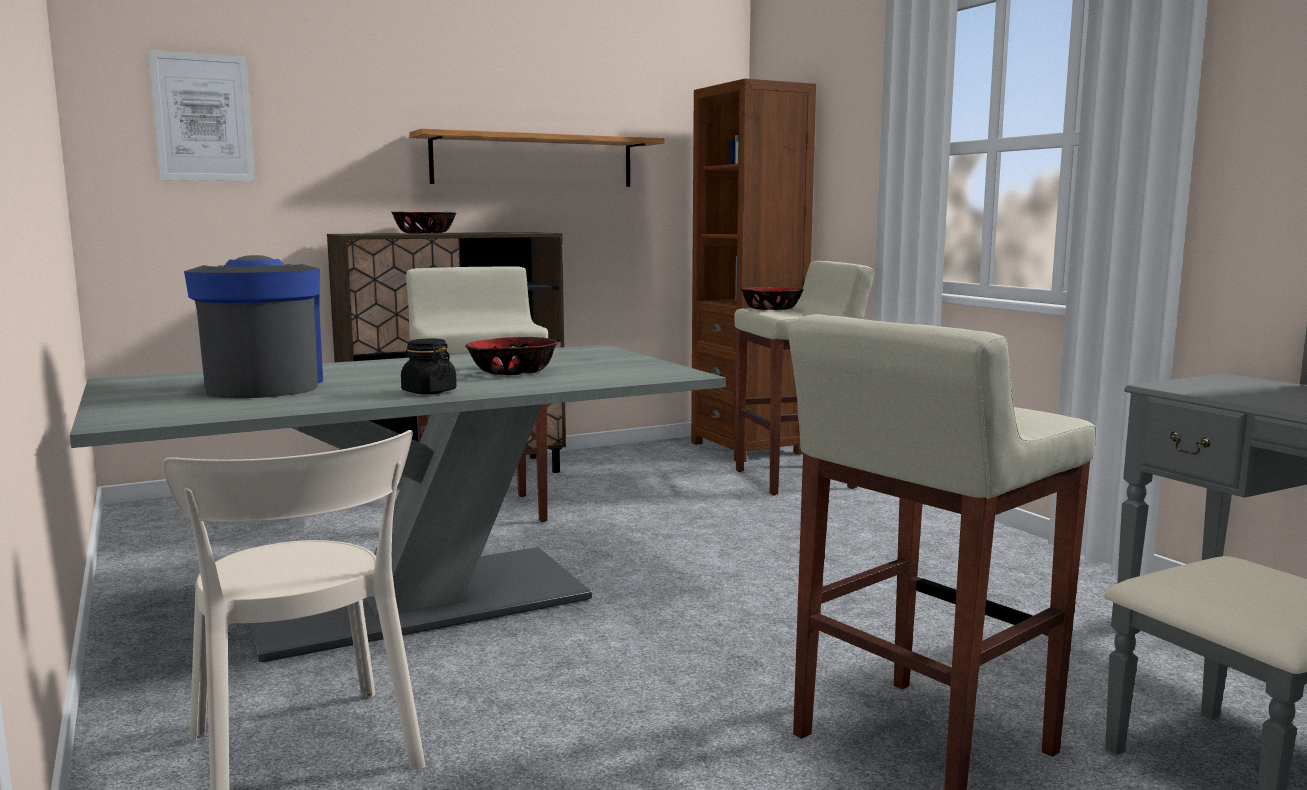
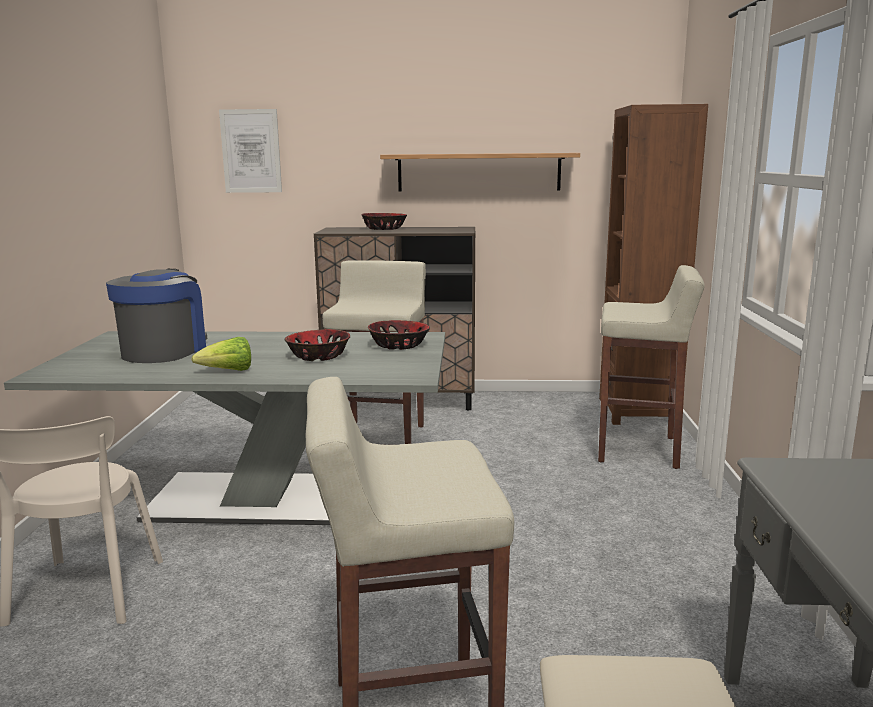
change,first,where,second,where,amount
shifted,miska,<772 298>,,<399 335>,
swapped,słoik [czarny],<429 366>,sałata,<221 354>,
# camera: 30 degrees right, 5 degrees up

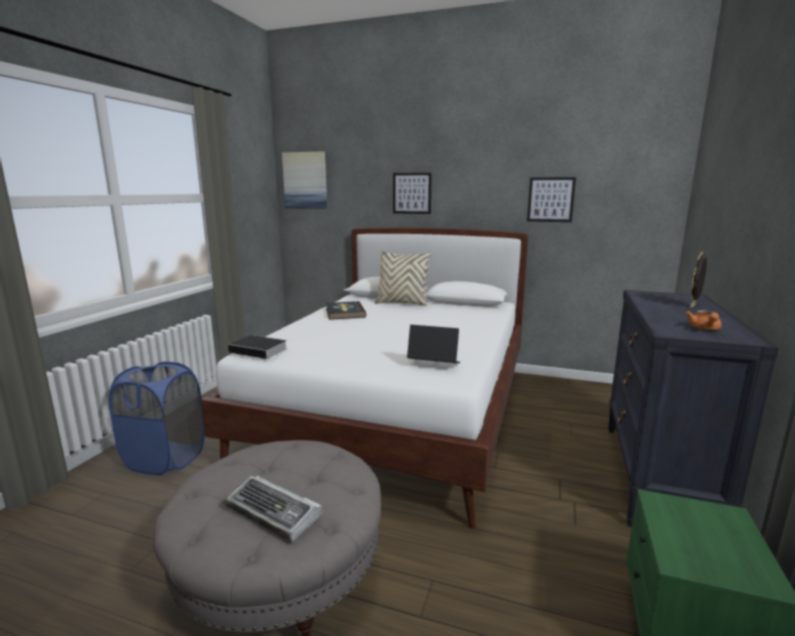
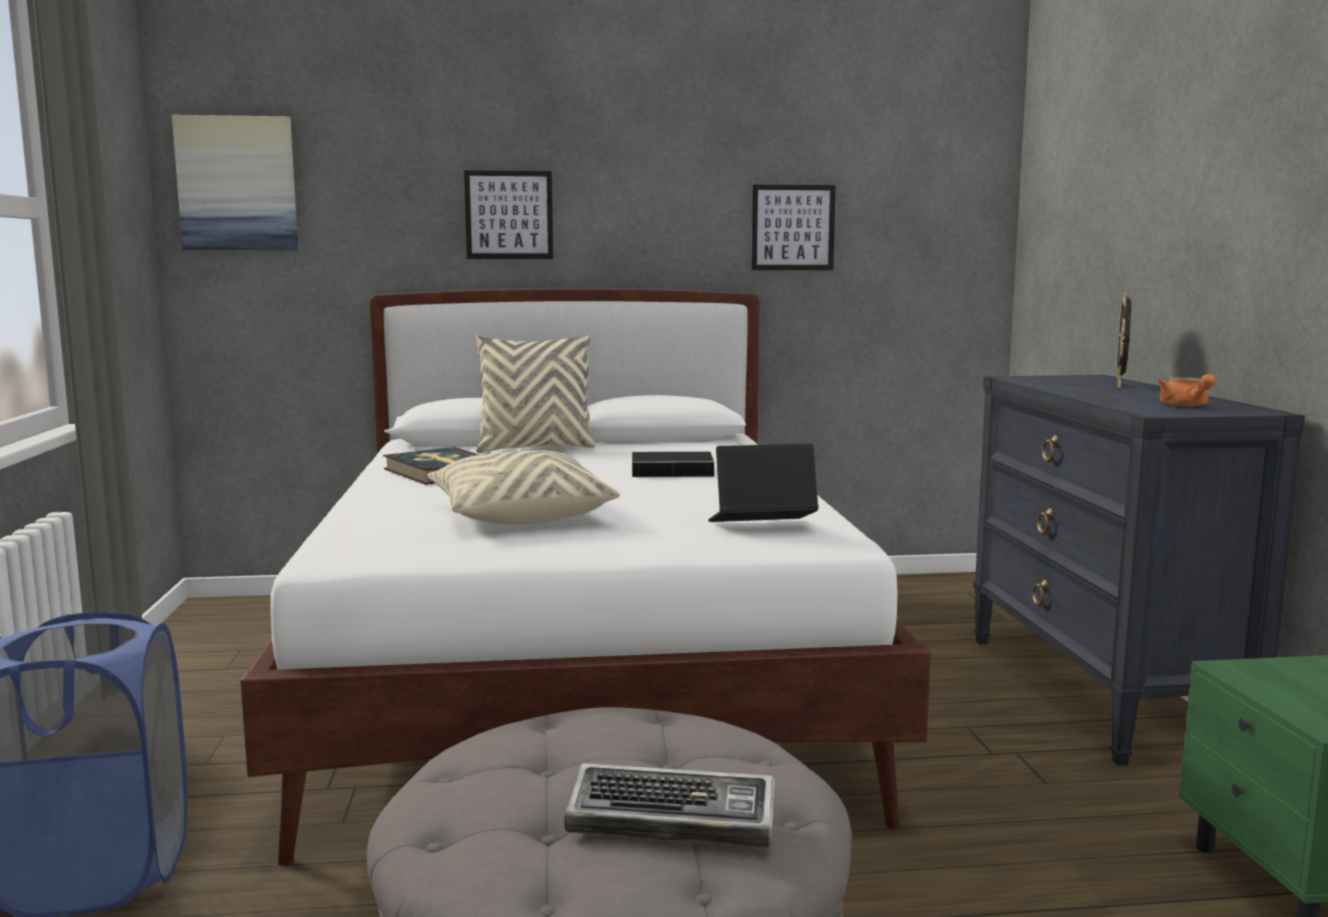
change,first,where,second,where,amount
shifted,książka,<257 347>,,<674 464>,
new,,,poduszka [beżowy],<523 487>,
# camera: 25 degrees left, 5 degrees down

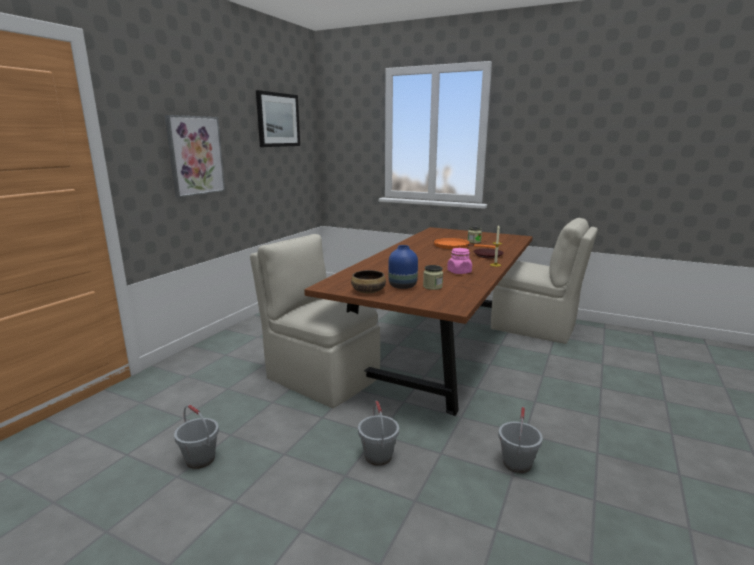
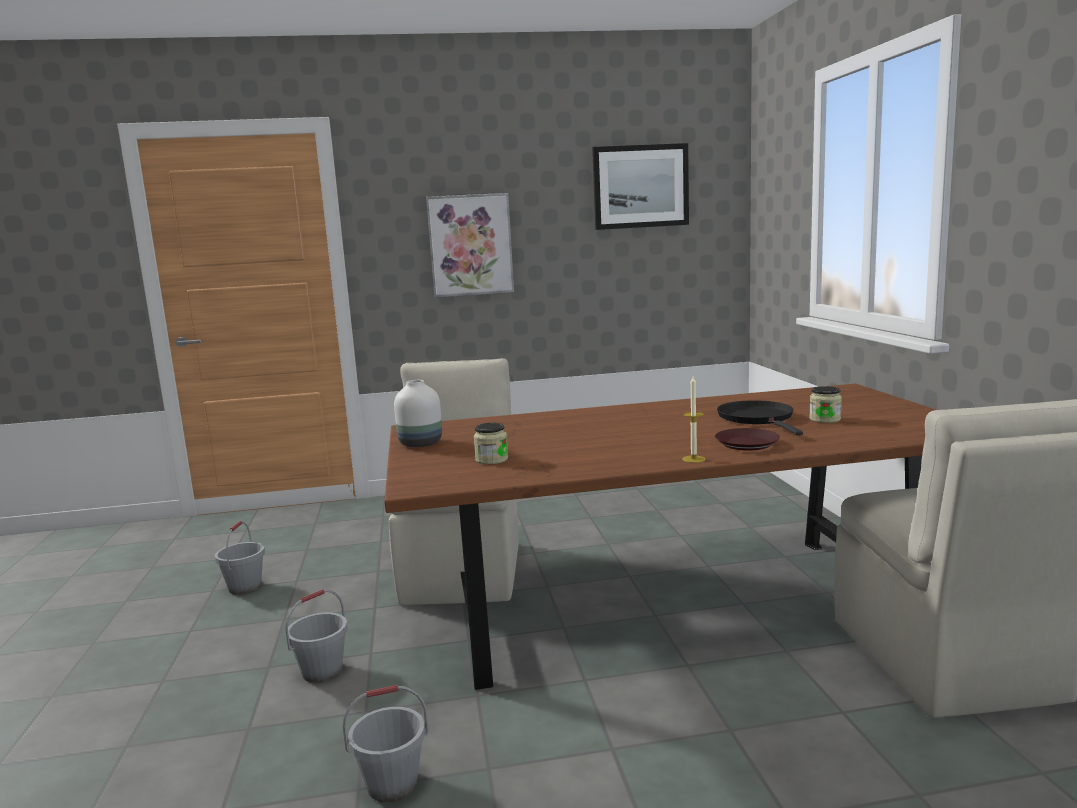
change,first,where,second,where,amount
repainted,patelnia [pomarańczowy],<464 243>,patelnia [czarny],<760 417>,
gone,wazon [niebieski],<403 267>,,,
gone,słoik [różowy],<459 261>,,,
swapped,miska,<368 281>,wazon [biały],<418 413>,
# camera: 55 degrees right, 5 degrees down

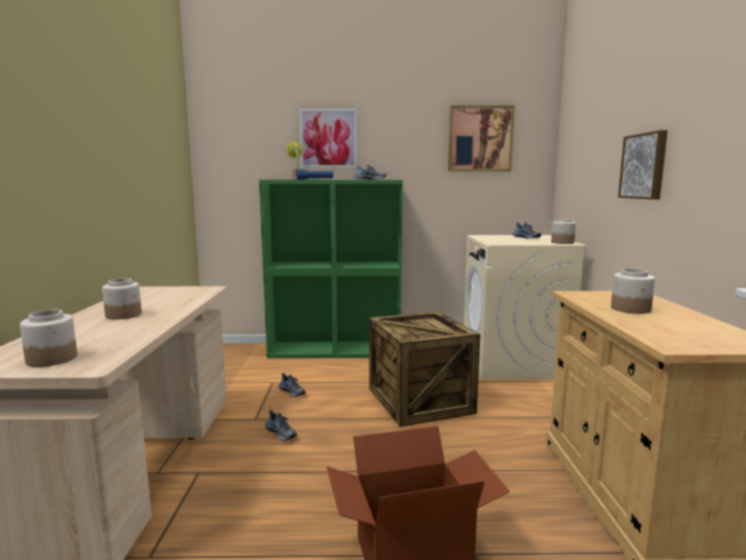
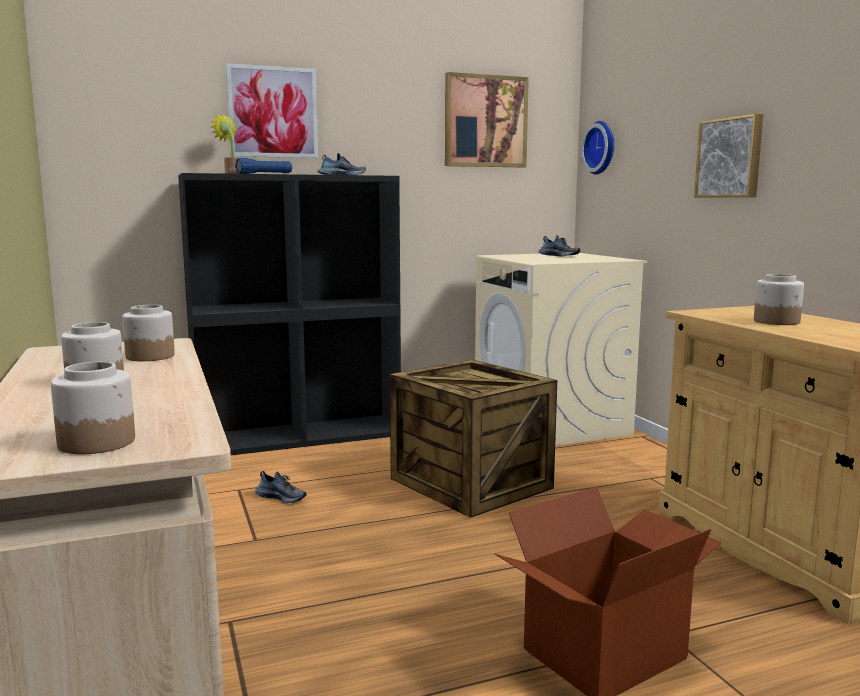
change,first,where,second,where,amount
repainted,regał [zielony],<330 269>,regał [czarny],<289 314>,
shifted,słoik,<563 231>,,<148 333>,
gone,but,<281 425>,,,
new,,,zegar ścienny,<597 148>,
# camera: 20 degrees left, 0 degrees up

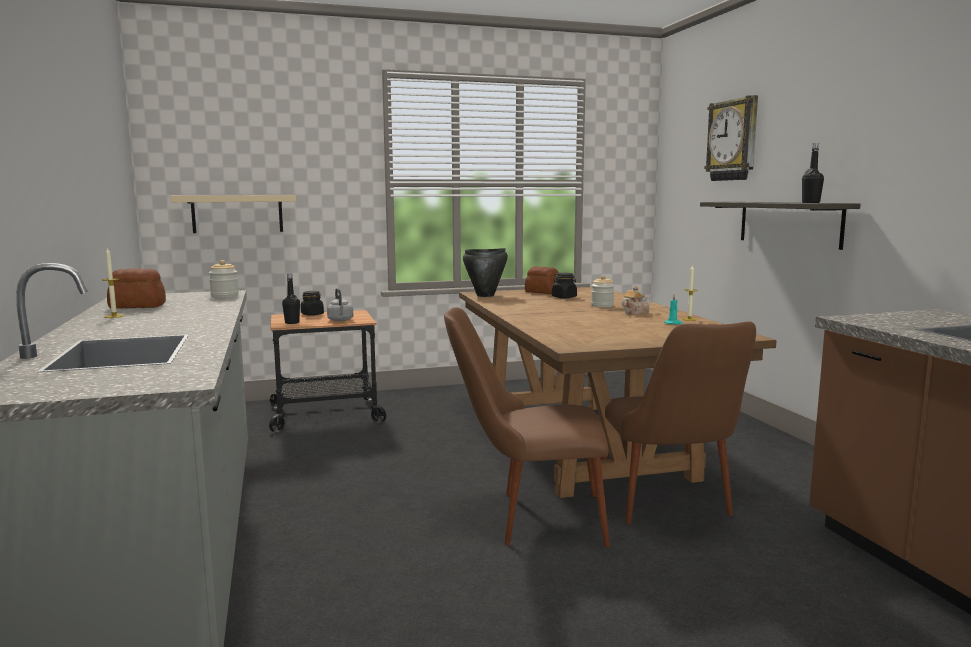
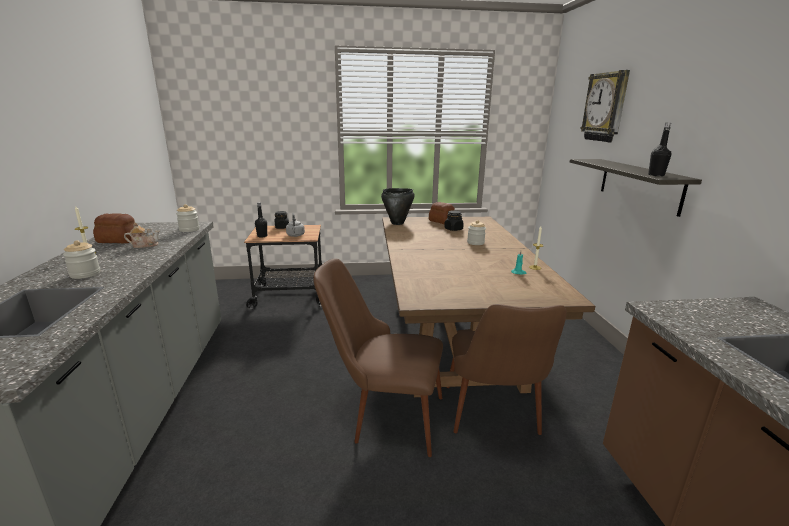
change,first,where,second,where,amount
gone,półka [beżowy],<233 214>,,,
shifted,imbryk,<636 300>,,<142 235>,
new,,,słoik,<81 259>,
# camera: 10 degrees right, 10 degrees up

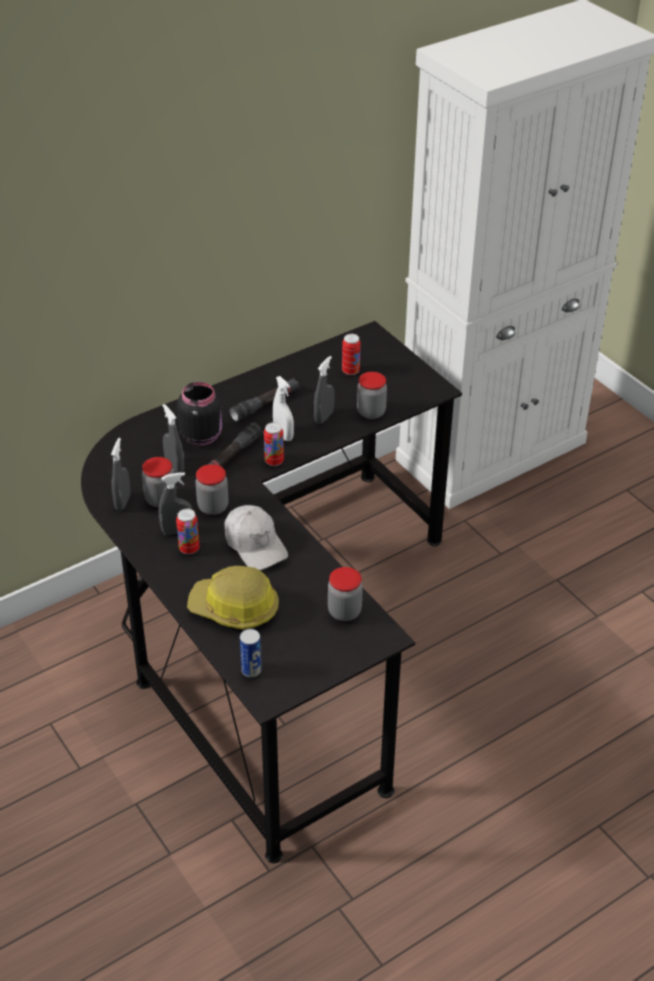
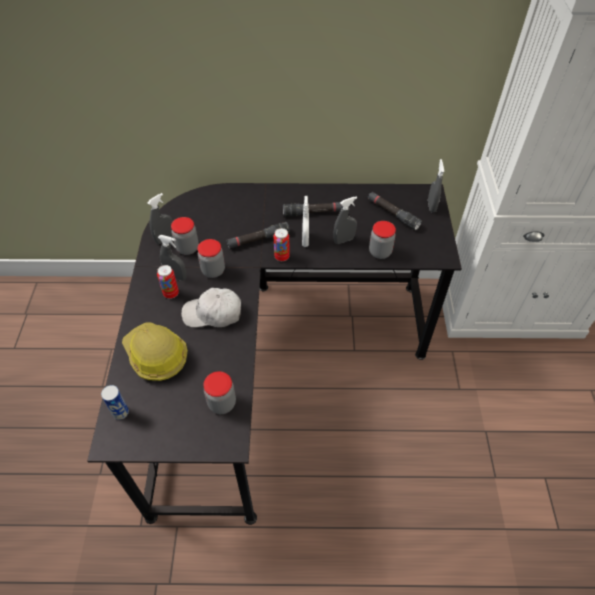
change,first,where,second,where,amount
swapped,puszka,<351 354>,latarka [czarny],<395 211>,
gone,słoik [czarny],<199 413>,,,
shifted,spryskiwacz [szary],<173 438>,,<436 186>,
rotated,czapka z daszkiem [biały],<256 537>,,<211 307>,90 degrees clockwise
# camera: 35 degrees right, 10 degrees up

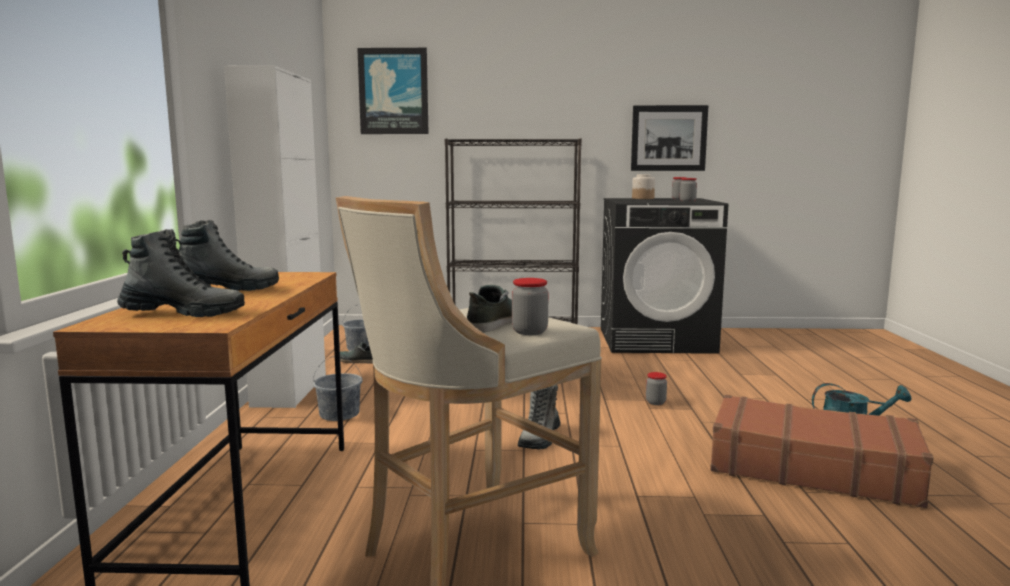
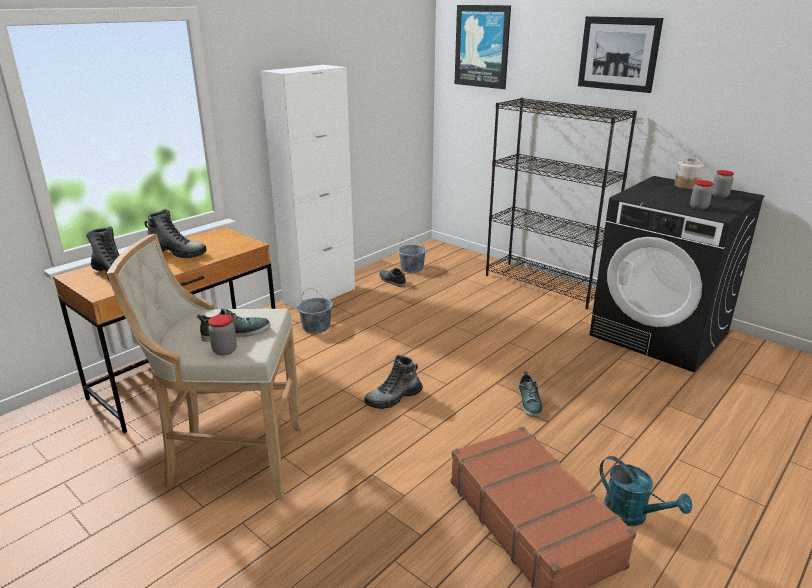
change,first,where,second,where,amount
shifted,obraz,<669 138>,,<620 54>,
swapped,słoik,<656 388>,but,<530 394>,
# camera: 40 degrees right, 15 degrees up

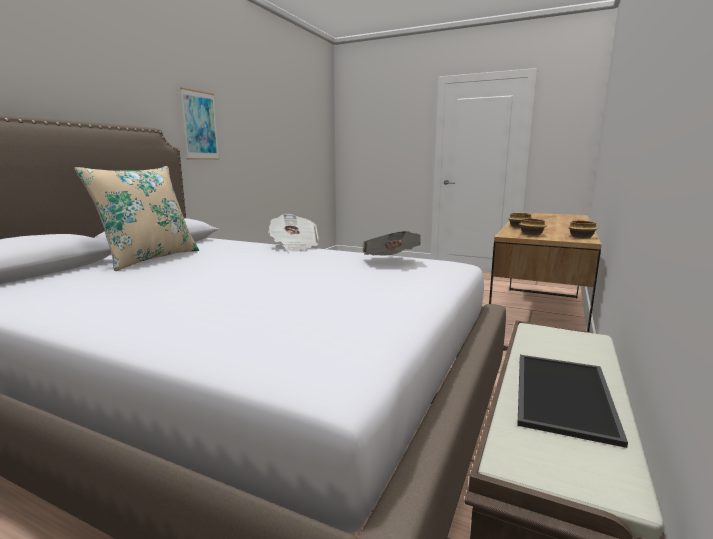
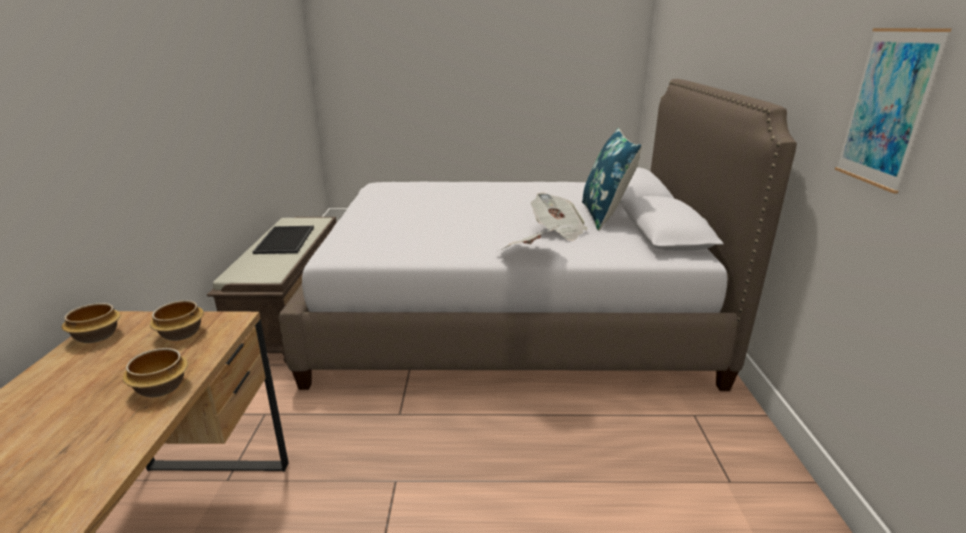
change,first,where,second,where,amount
repainted,poduszka [beżowy],<136 218>,poduszka [niebieski],<612 179>,
shifted,gazeta,<392 243>,,<559 217>,
# camera: 155 degrees right, 10 degrees up

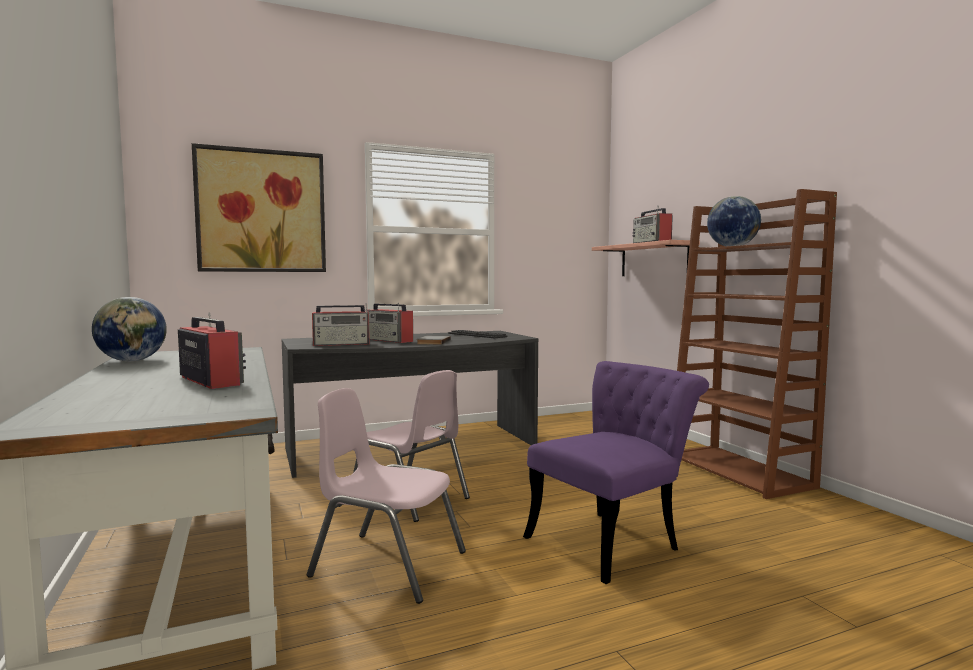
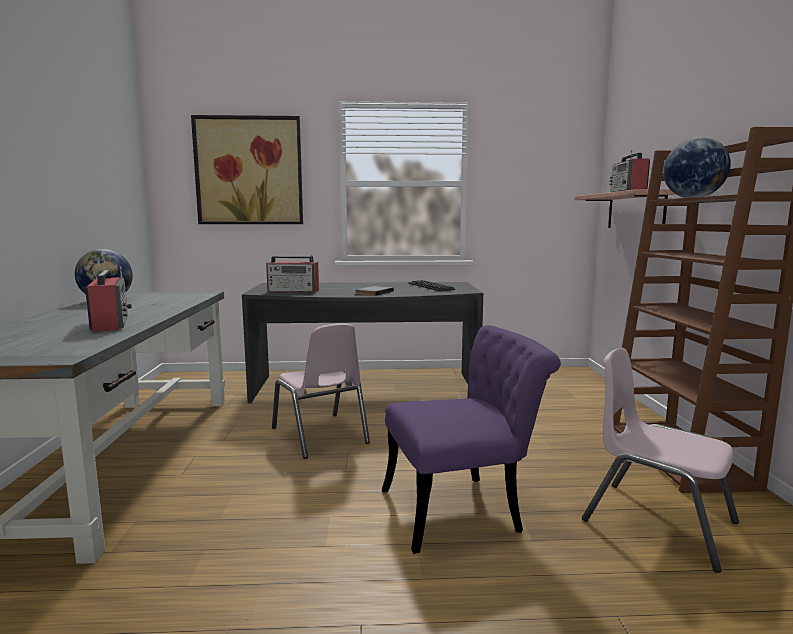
change,first,where,second,where,amount
gone,radio,<390 323>,,,
shifted,krzesło [różowy],<386 496>,,<660 460>,
# camera: 20 degrees right, 5 degrees up

